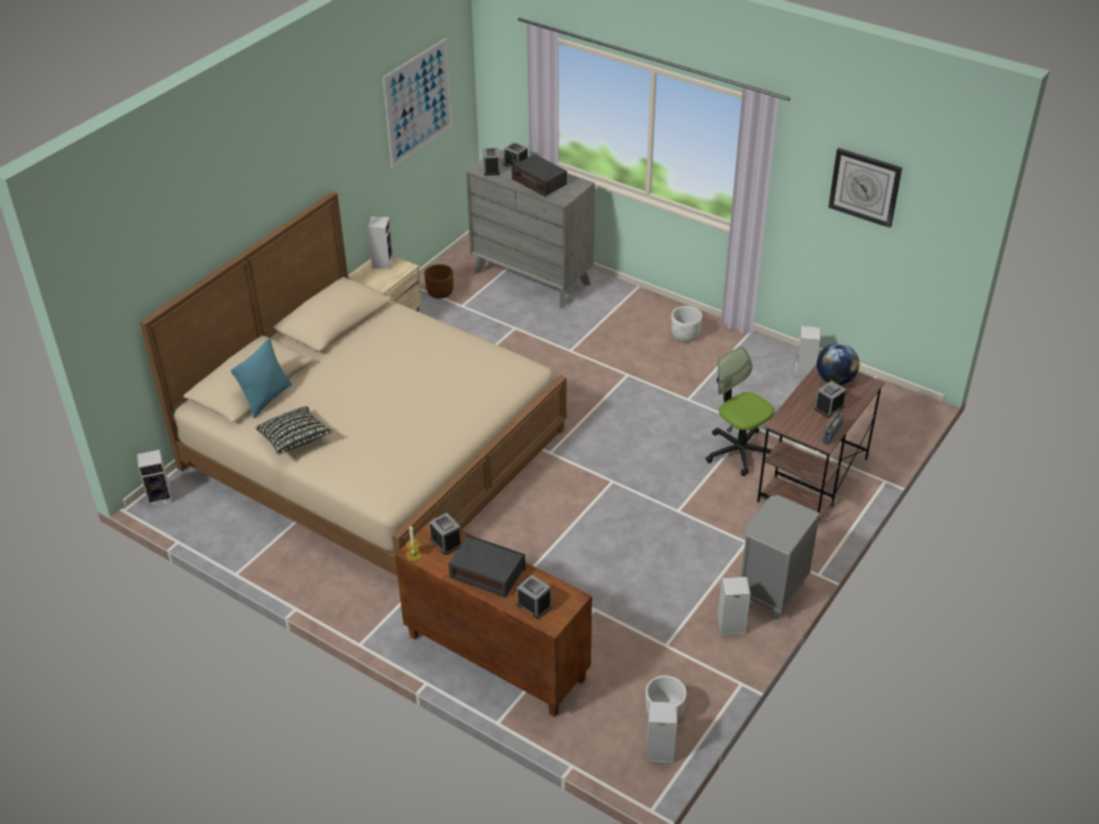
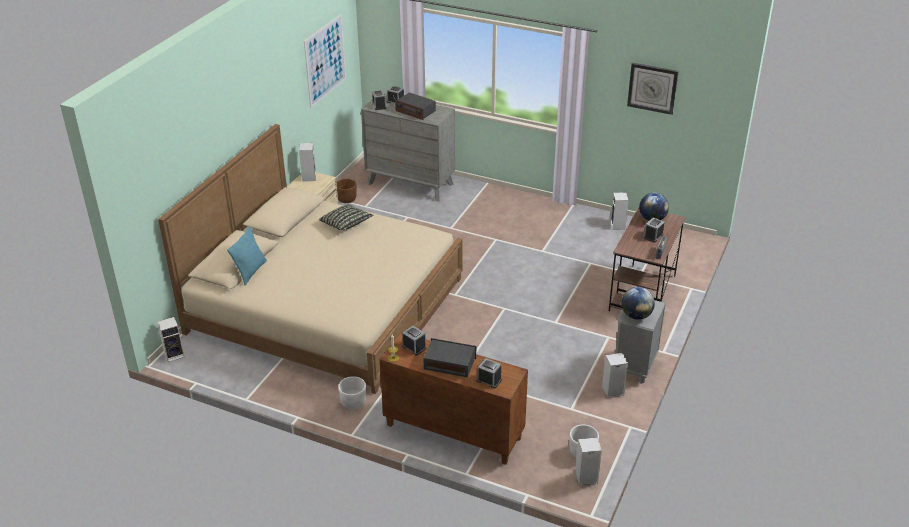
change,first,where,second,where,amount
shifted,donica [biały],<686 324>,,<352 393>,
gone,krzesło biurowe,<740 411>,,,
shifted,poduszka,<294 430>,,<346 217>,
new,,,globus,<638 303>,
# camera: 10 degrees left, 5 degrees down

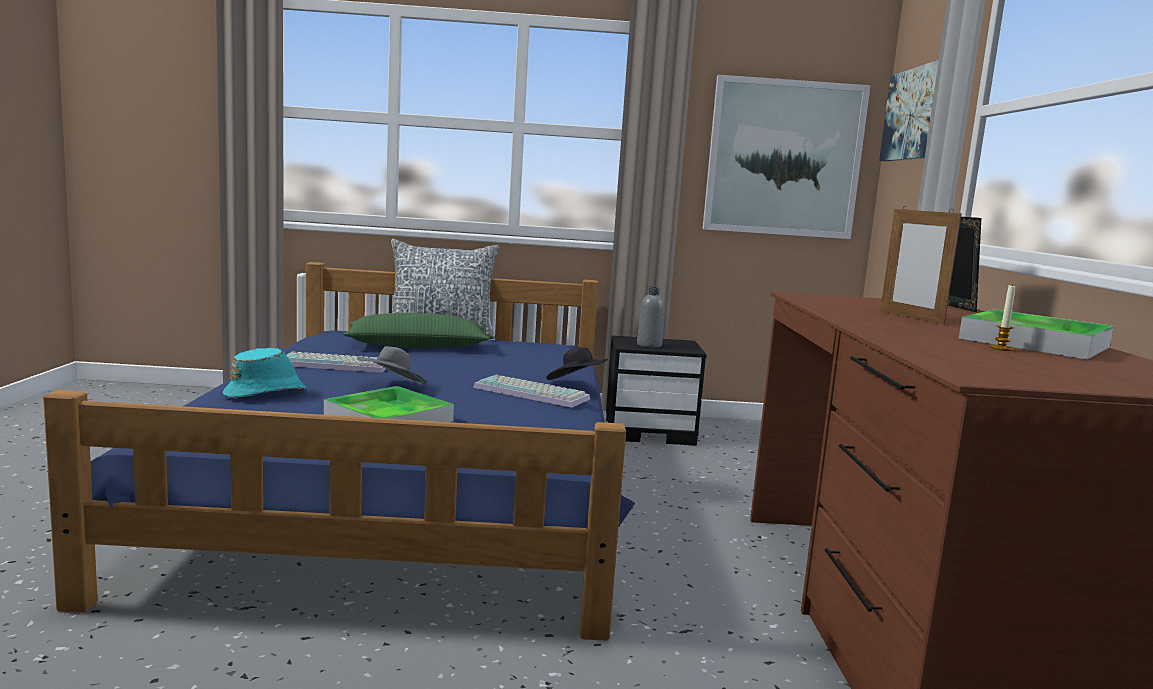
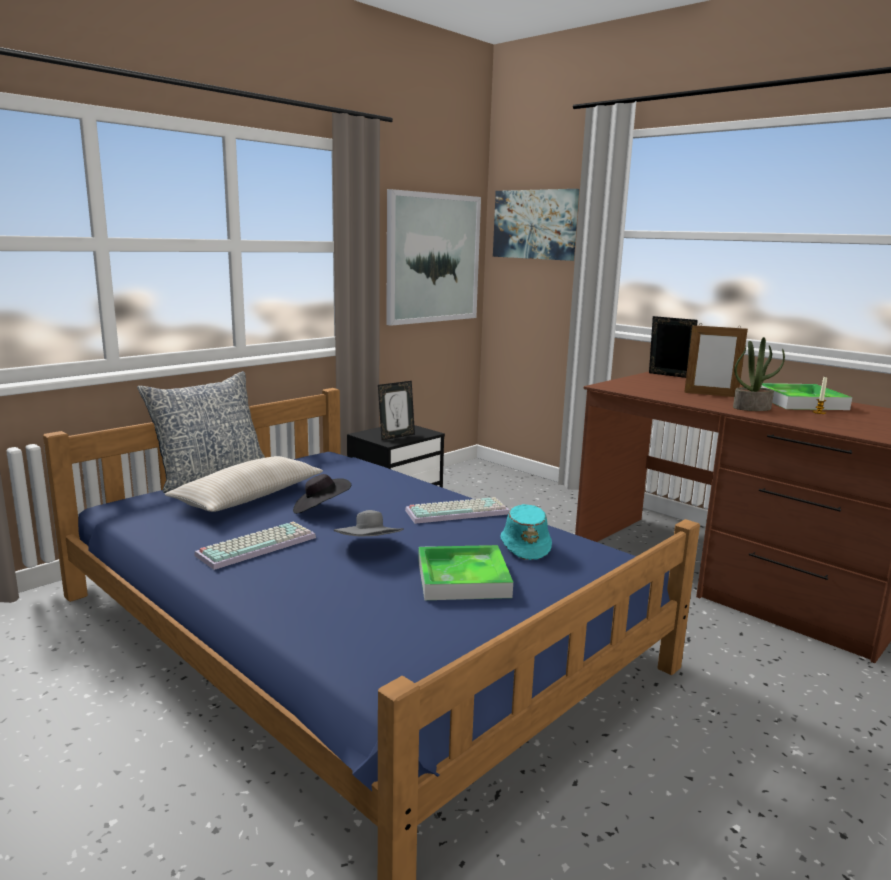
change,first,where,second,where,amount
swapped,butelka [szary],<650 317>,ramka na zdjęcie,<396 410>,
repainted,poduszka [zielony],<416 330>,poduszka [beżowy],<244 484>,
shifted,kapelusz [czarny],<577 363>,,<322 494>,
shifted,kapelusz [turkusowy],<264 373>,,<526 532>,
new,,,roślina doniczkowa,<759 374>,
# camera: 45 degrees left, 5 degrees up

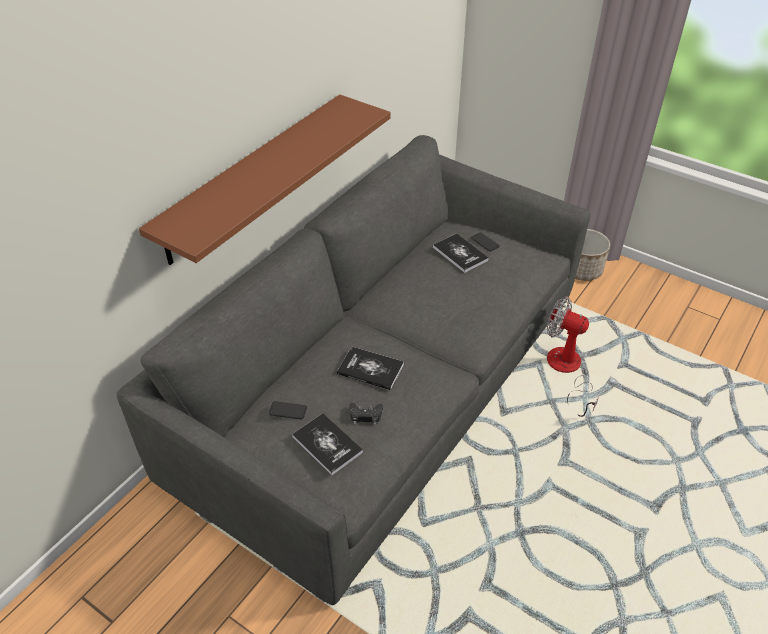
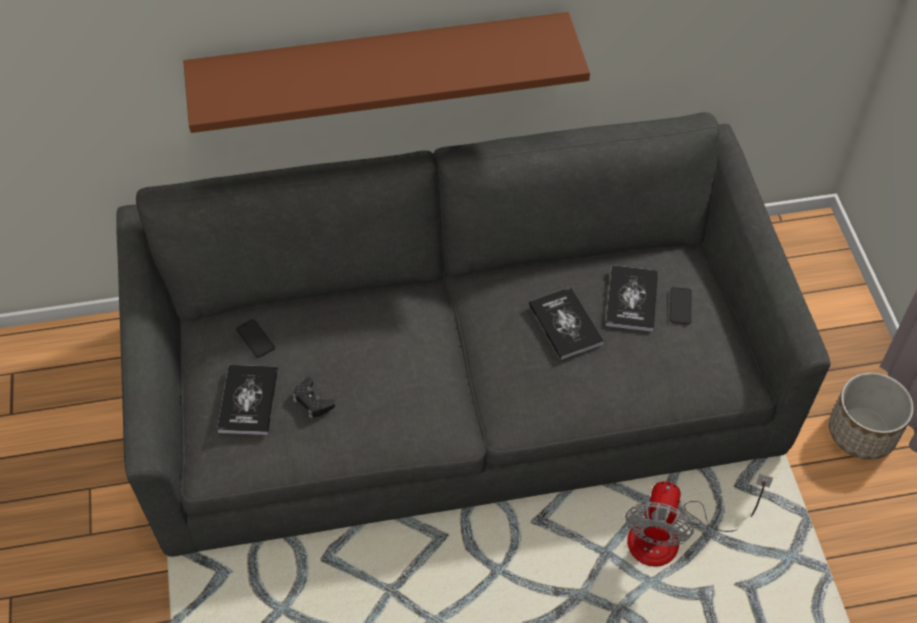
change,first,where,second,where,amount
rotated,wentylator,<573 357>,,<699 520>,150 degrees counterclockwise
shifted,książka,<370 368>,,<566 323>,
# camera: 45 degrees right, 10 degrees up

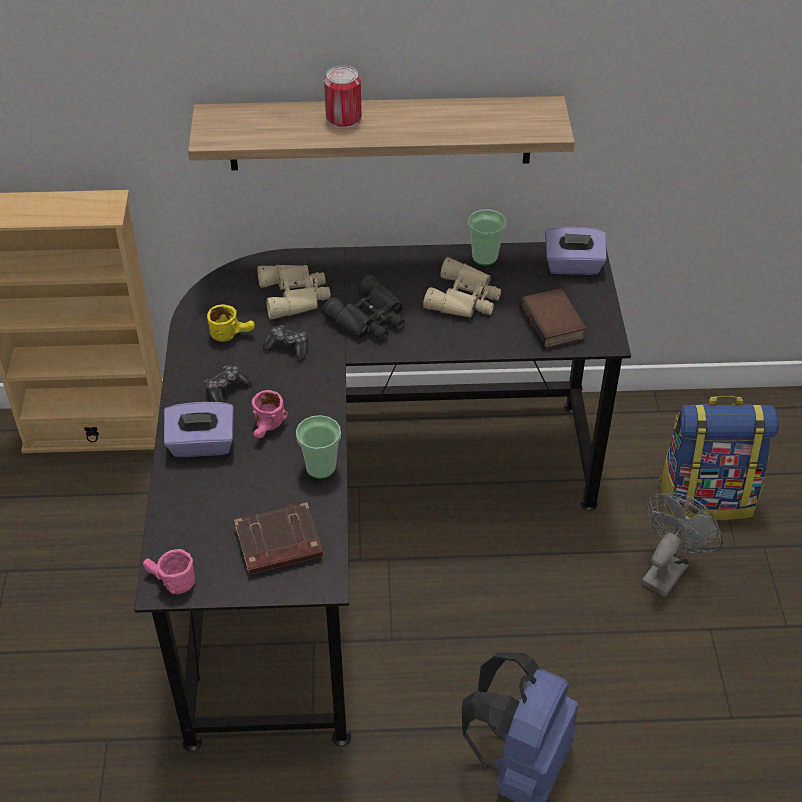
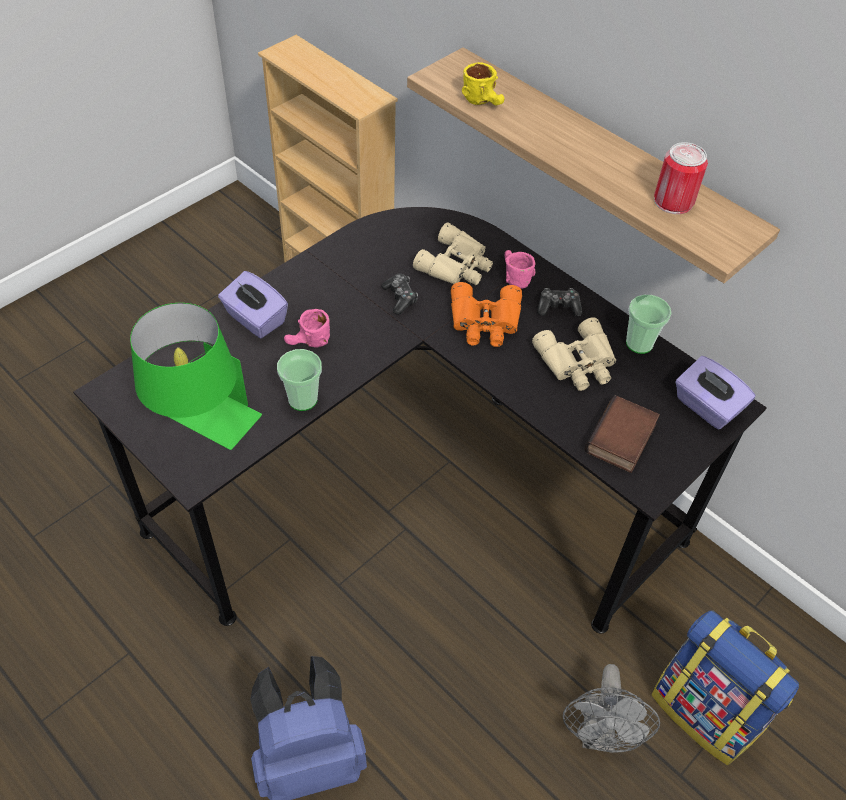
change,first,where,second,where,amount
shifted,puszka,<343 97>,,<681 178>,
repainted,lornetka [czarny],<363 307>,lornetka [pomarańczowy],<486 314>,
shifted,kubek [żółty],<231 323>,,<483 83>,
shifted,pad do gier,<228 384>,,<559 302>,
rotated,wentylator [szary],<682 545>,,<611 708>,105 degrees clockwise
swapped,książka [brązowy],<278 538>,lampa stołowa [zielony],<196 376>,
shifted,kubek [różowy],<169 572>,,<520 269>,
# camera: 45 degrees right, 5 degrees up

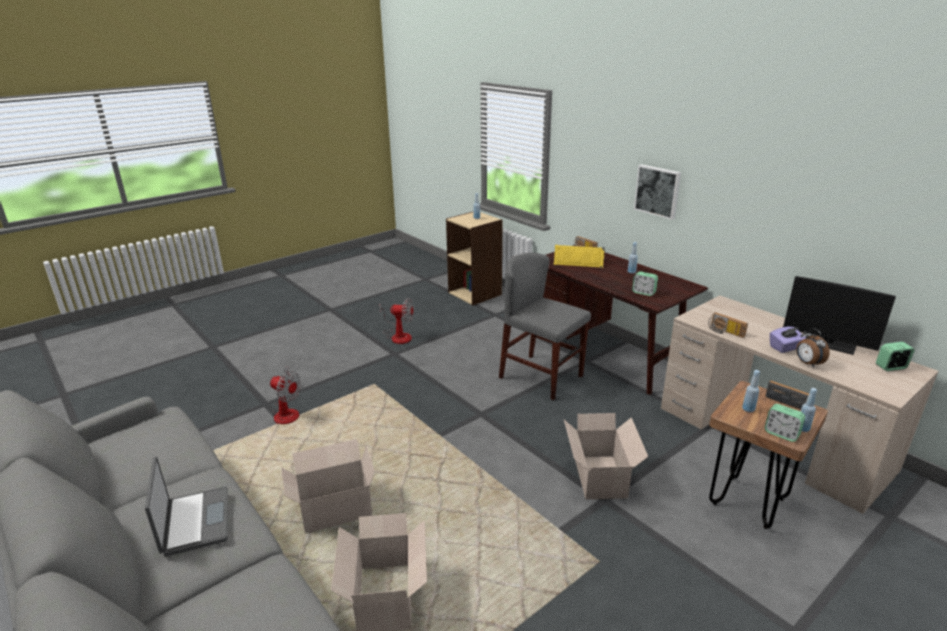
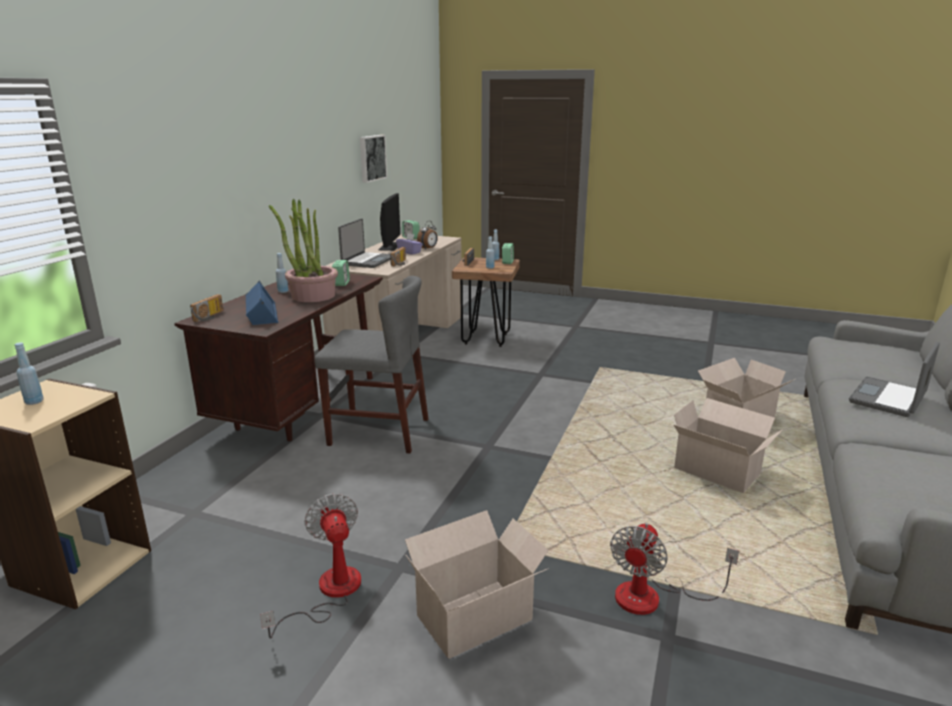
change,first,where,second,where,amount
shifted,obraz,<657 192>,,<373 159>,
repainted,głośnik [żółty],<579 256>,głośnik [niebieski],<262 303>,
rotated,krzesło [szary],<545 326>,,<371 364>,90 degrees counterclockwise
rotated,wentylator,<285 395>,,<674 569>,150 degrees counterclockwise
shifted,karton,<606 456>,,<477 584>,
new,,,roślina doniczkowa,<303 250>,
new,,,laptop,<364 243>,
# camera: 120 degrees left, 5 degrees down

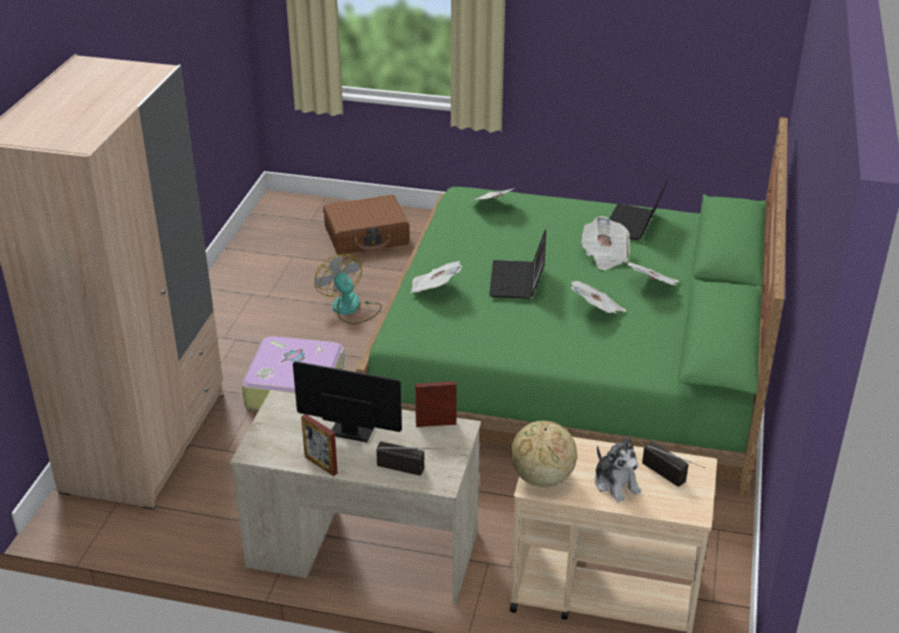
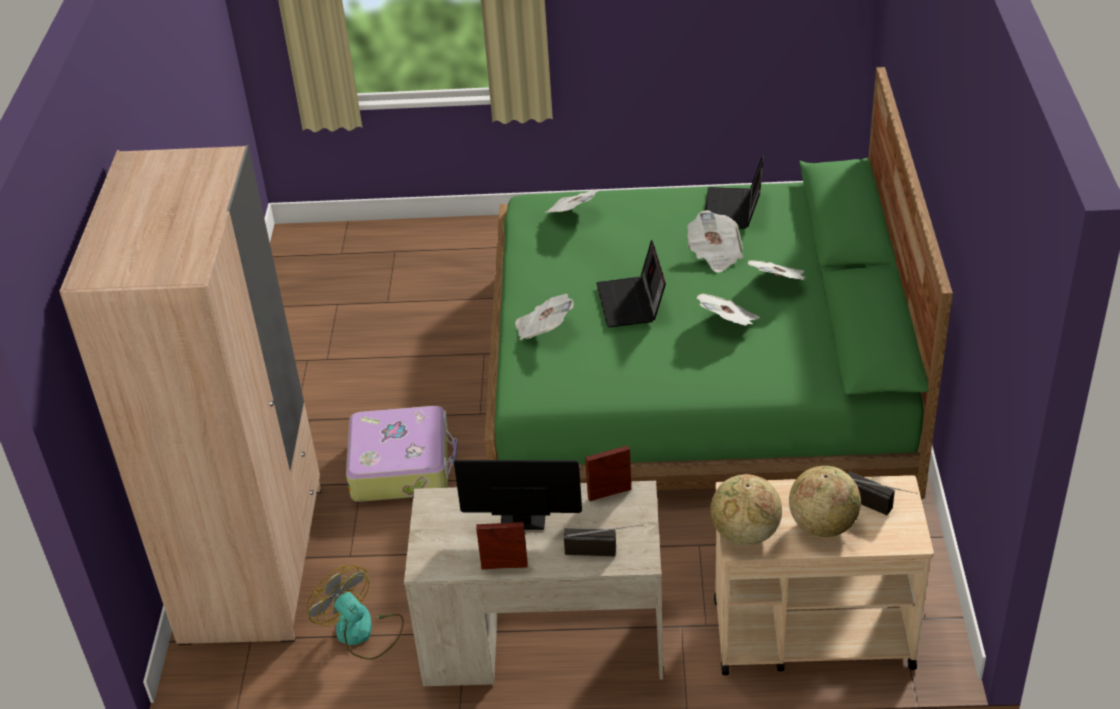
change,first,where,second,where,amount
gone,walizka [brązowy],<366 224>,,,
shifted,wentylator,<348 289>,,<355 612>,
rotated,ramka na zdjęcie,<319 445>,,<502 546>,150 degrees clockwise
swapped,pluszak,<618 469>,globus,<825 501>,
# camera: 10 degrees left, 5 degrees up

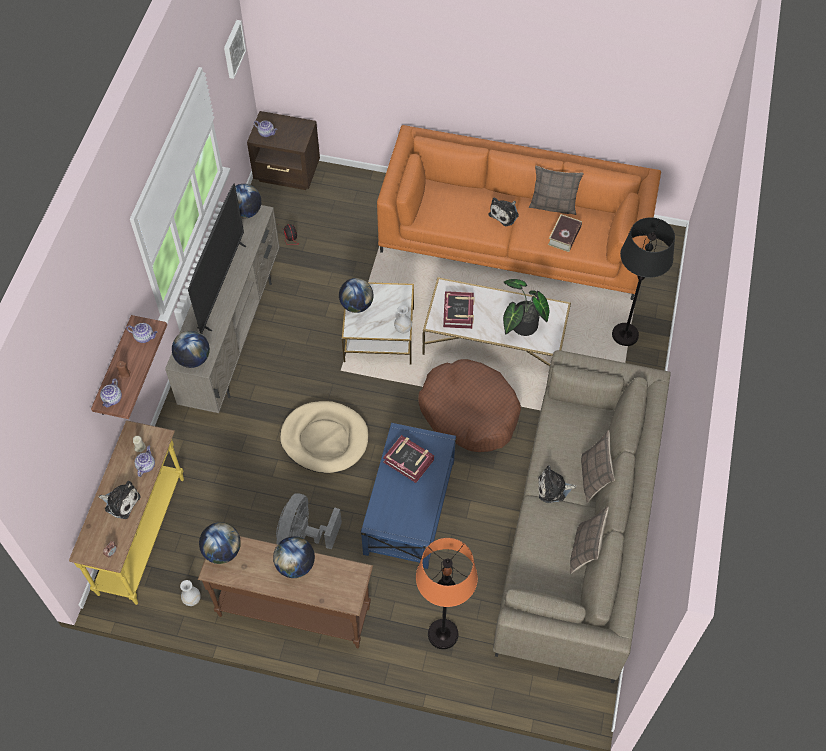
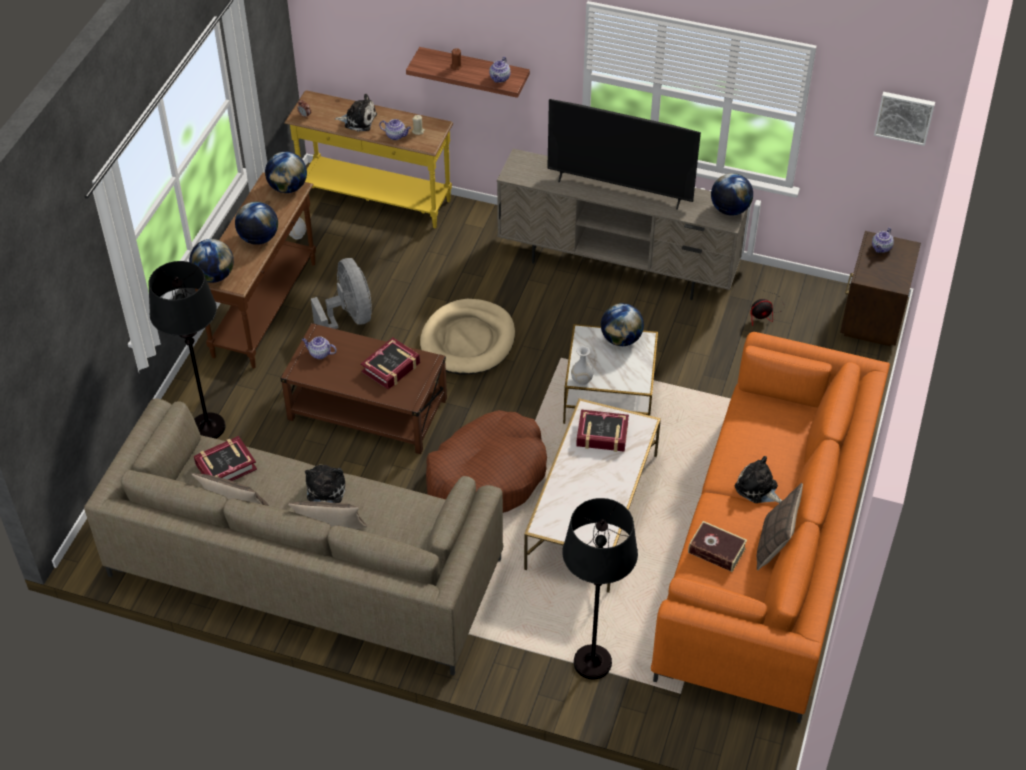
change,first,where,second,where,amount
gone,roślina doniczkowa,<526 307>,,,
shifted,globus,<191 349>,,<211 261>,
shifted,imbryk,<111 393>,,<319 347>,
repainted,ława [niebieski],<408 495>,ława [brązowy],<363 388>,
rotated,pluszak,<119 500>,,<356 112>,105 degrees counterclockwise
rotated,wentylator [szary],<309 521>,,<341 293>,45 degrees clockwise
repainted,lampa stojąca [pomarańczowy],<447 593>,lampa stojąca [czarny],<186 350>,
new,,,książka,<225 458>,
# camera: 95 degrees right, 10 degrees down

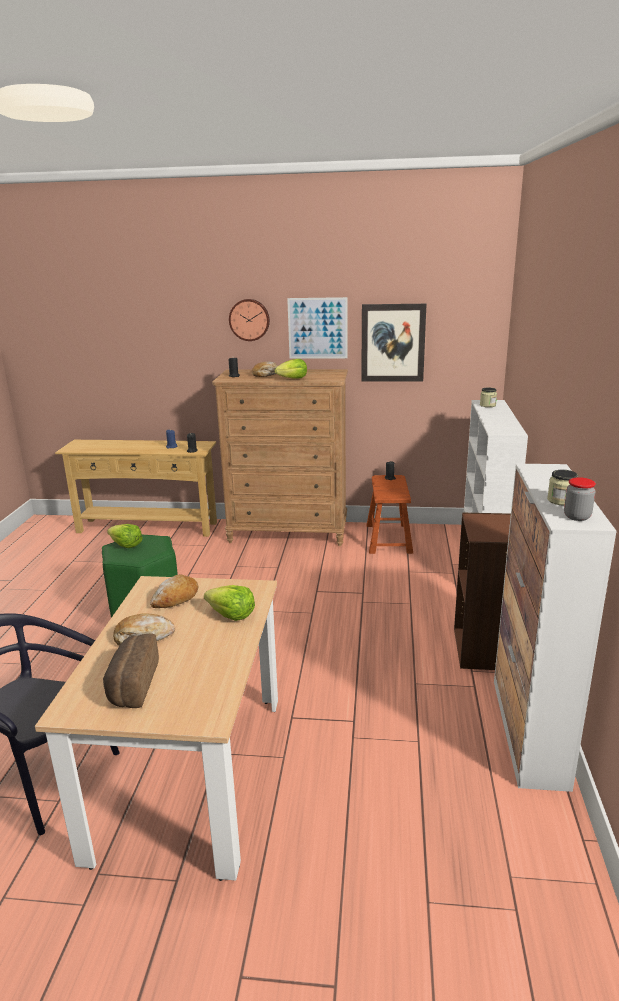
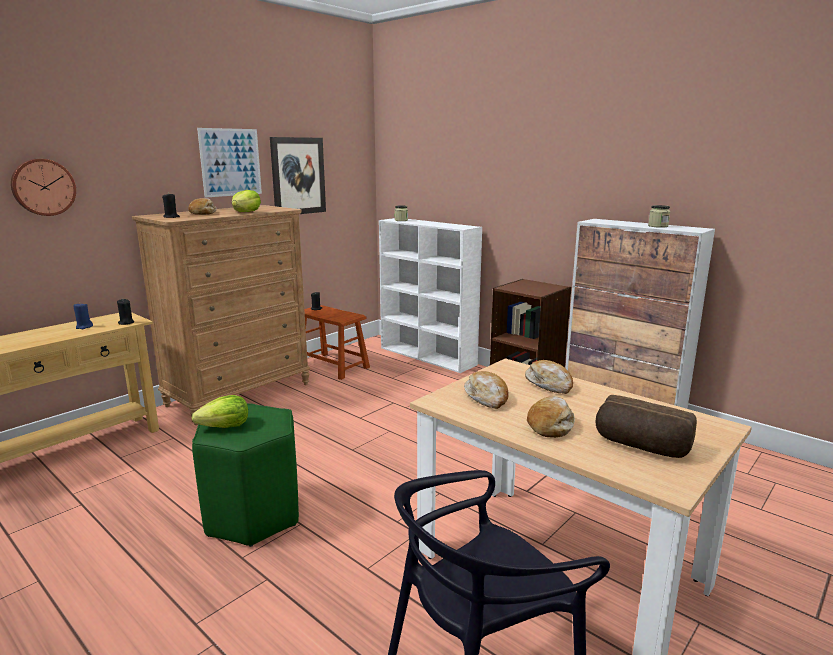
change,first,where,second,where,amount
shifted,zegar ścienny,<249 320>,,<43 187>,
gone,słoik,<580 499>,,,
swapped,sałata,<229 603>,chleb,<549 377>,
# camera: 55 degrees left, 5 degrees down

